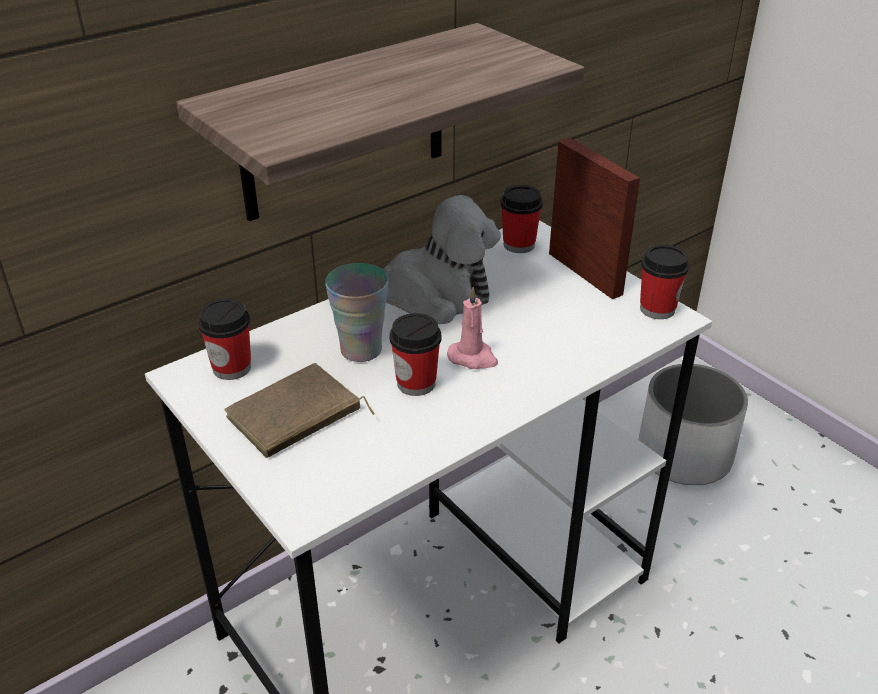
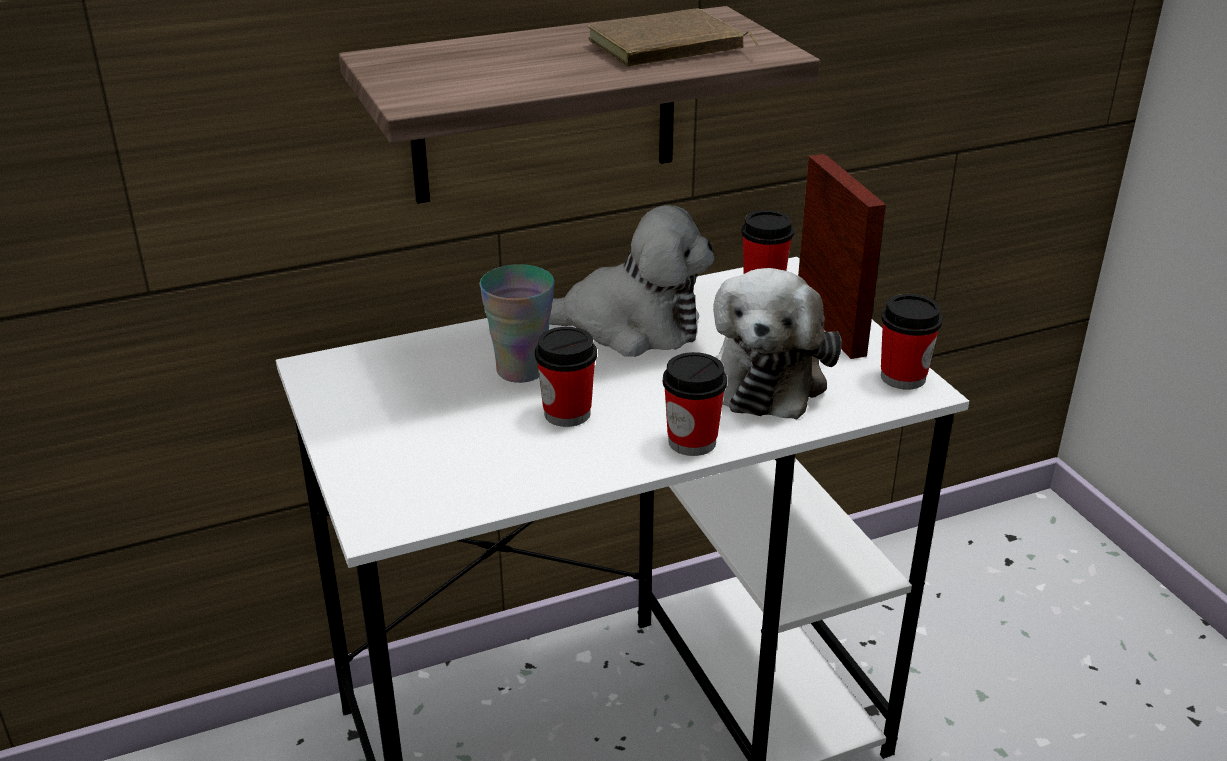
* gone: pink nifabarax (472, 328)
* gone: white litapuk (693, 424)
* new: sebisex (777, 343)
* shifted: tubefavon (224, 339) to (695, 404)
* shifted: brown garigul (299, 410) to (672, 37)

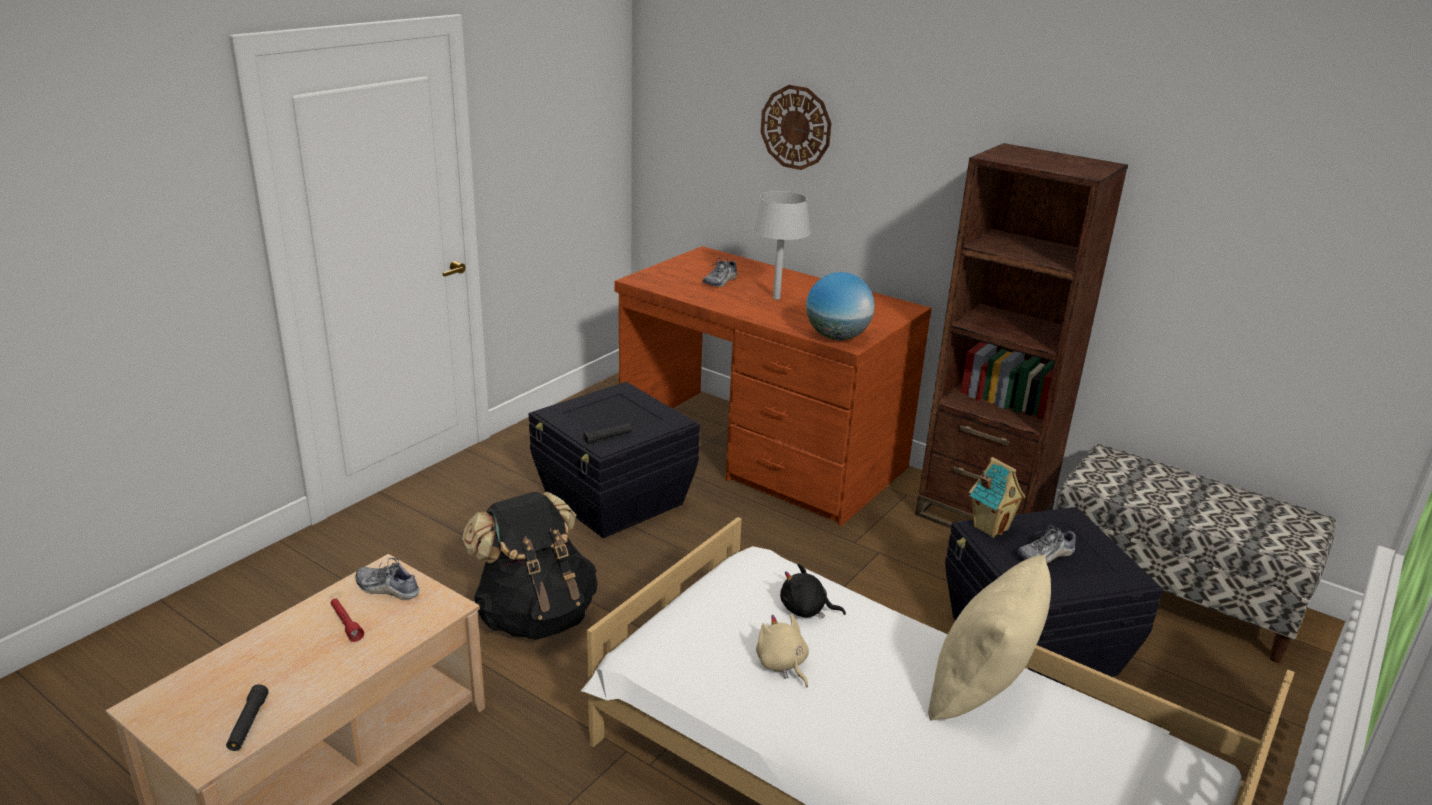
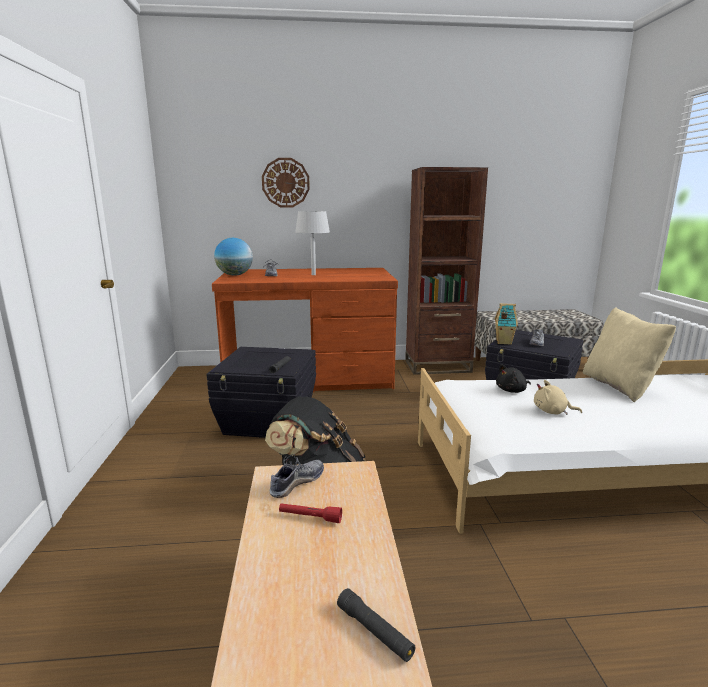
* shifted: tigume (840, 306) to (233, 257)
* rotated: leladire (387, 579) = (297, 476) 150 degrees clockwise

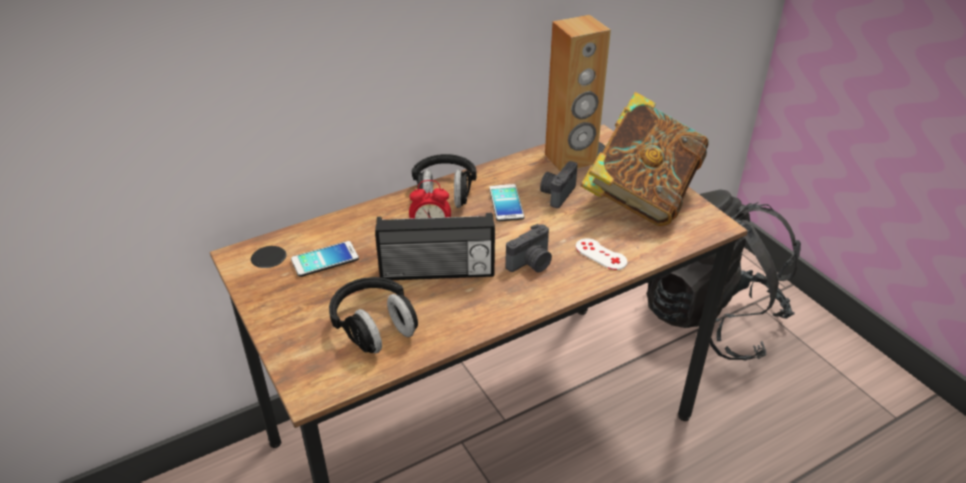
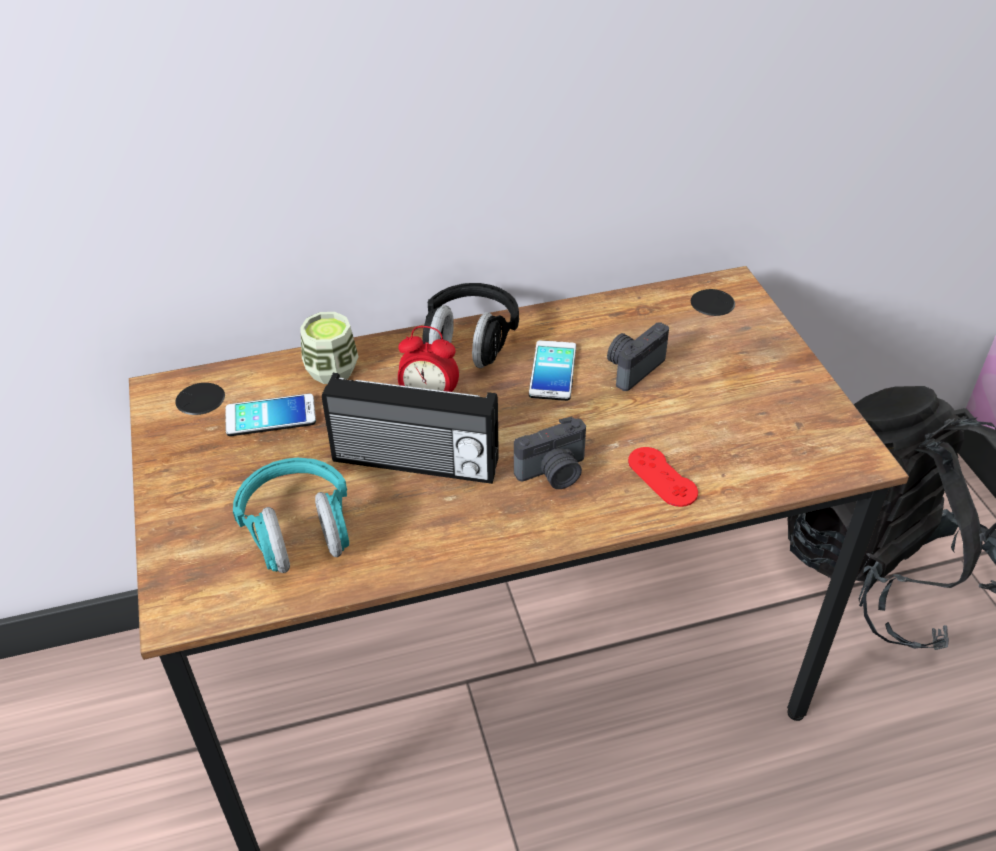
* gone: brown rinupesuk (578, 93)
* gone: garigul (644, 159)
* new: tubefavon (329, 348)
* repainted: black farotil (373, 315) to turquoise farotil (291, 515)
* repainted: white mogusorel (601, 254) to red mogusorel (663, 477)

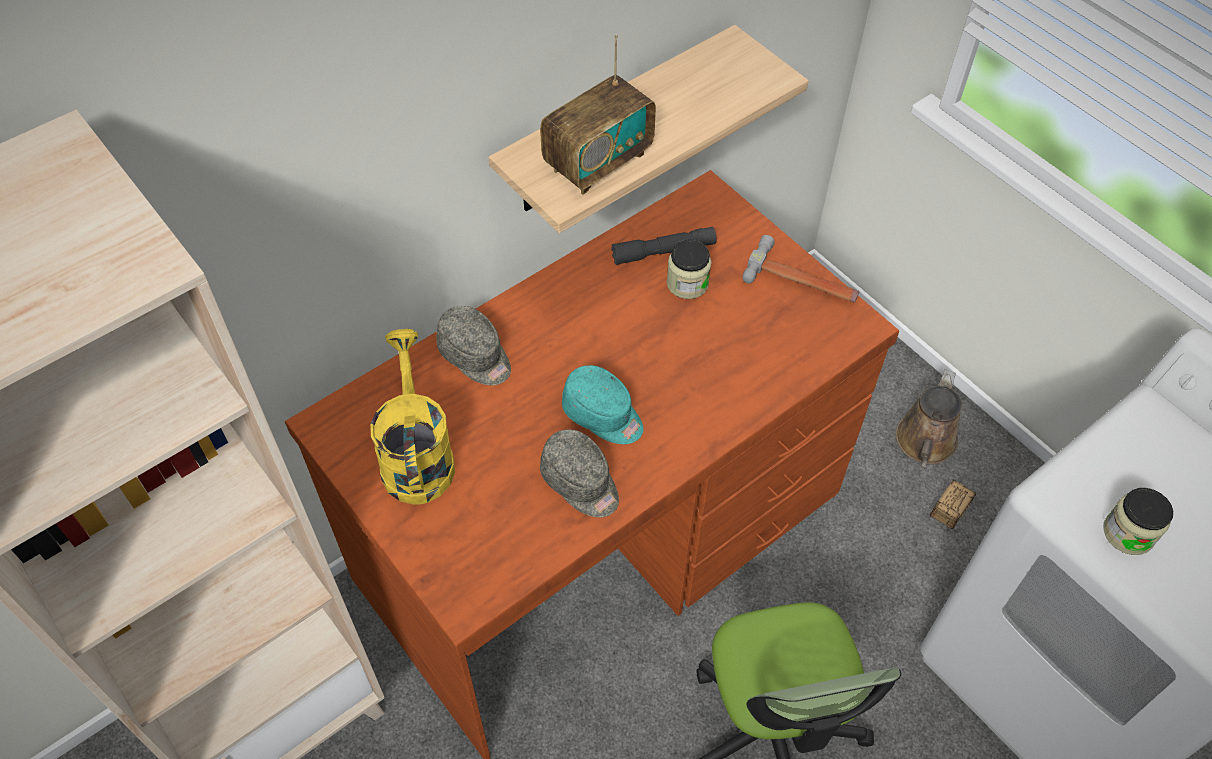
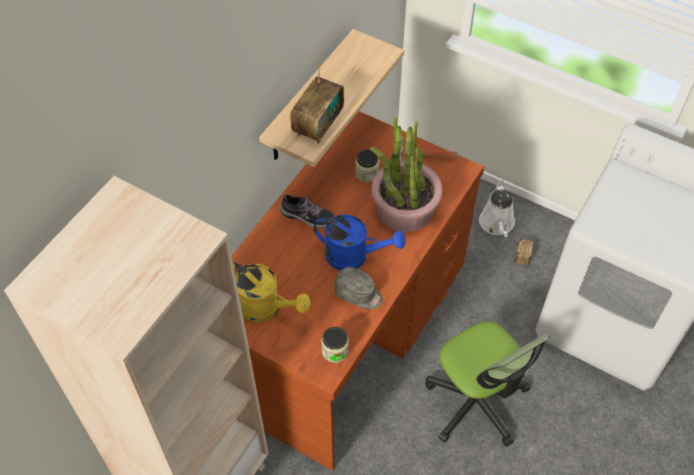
* gone: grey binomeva (473, 345)
* gone: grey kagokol (664, 246)
* new: leladire (308, 210)
* new: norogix (406, 174)
* shifted: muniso (1138, 521) to (335, 345)
* swapped: turquoise binomeva (602, 404) to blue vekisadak (359, 242)
* repainted: brown vekisadak (928, 419) to white vekisadak (497, 208)
* rotated: yellow vekisadak (412, 417) = (272, 292) 150 degrees clockwise

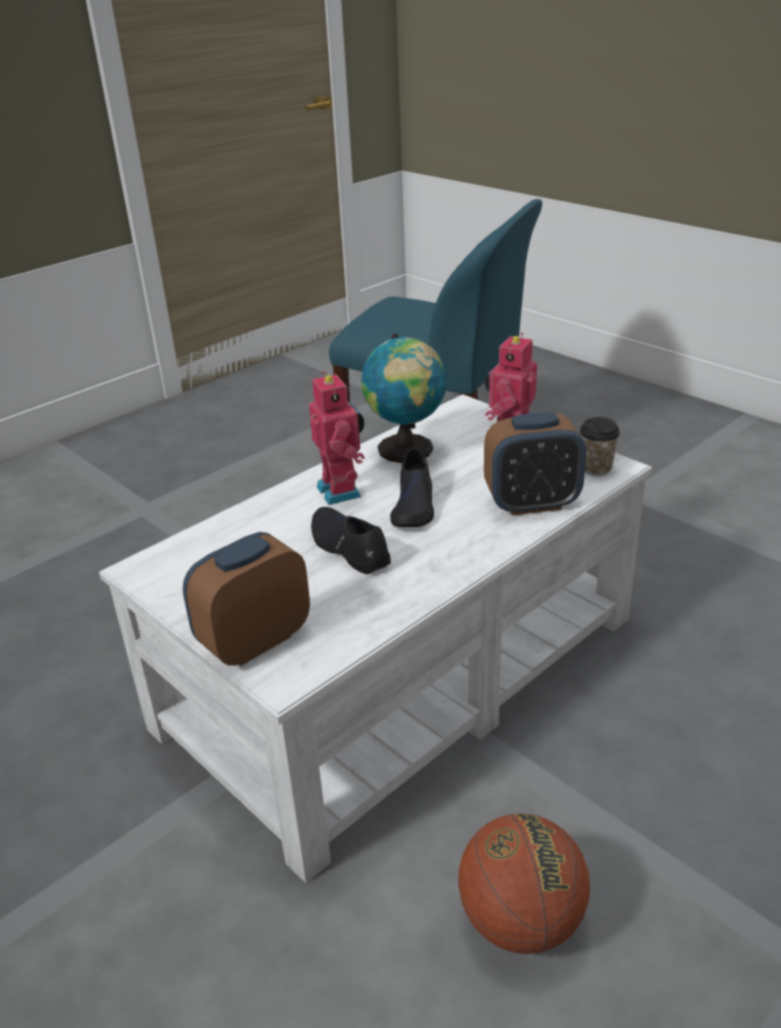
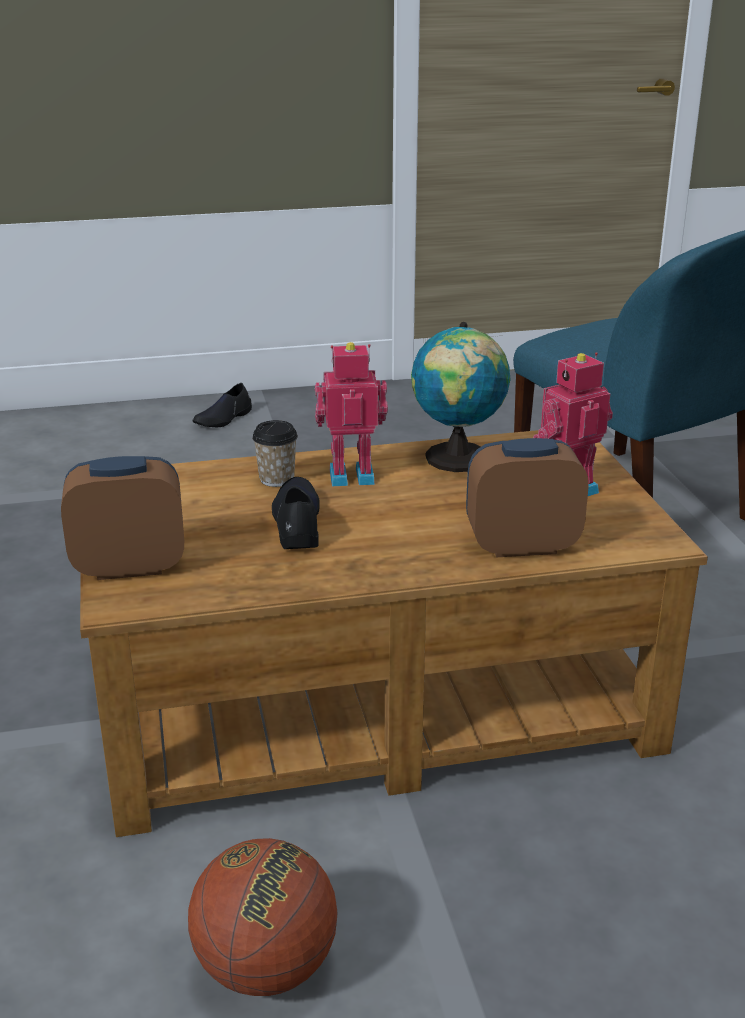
* shifted: black leladire (412, 487) to (222, 405)
* shifted: tubefavon (599, 446) to (275, 453)
* repainted: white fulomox (375, 638) to brown fulomox (394, 633)
* rotated: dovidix (337, 438) = (351, 414) 105 degrees counterclockwise
* rotated: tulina (535, 463) = (527, 497) 150 degrees clockwise

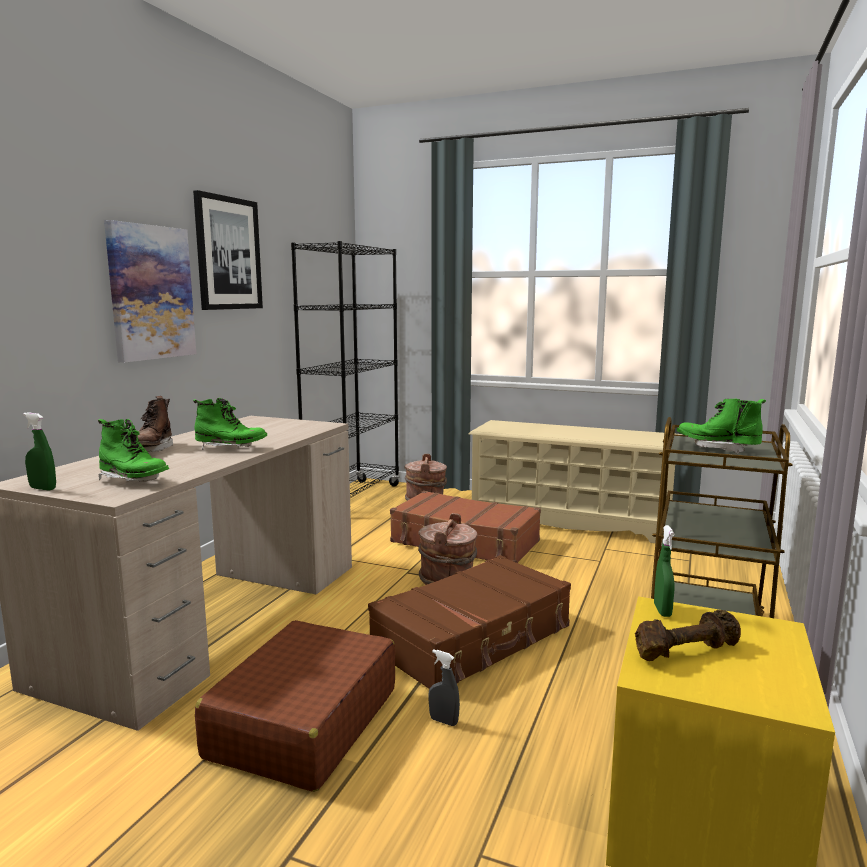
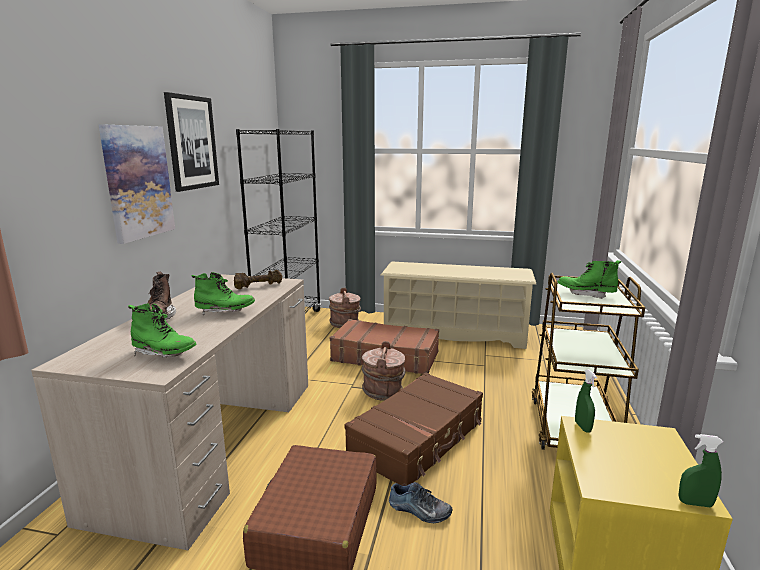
* shifted: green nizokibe (39, 451) to (701, 471)
* shifted: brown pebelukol (688, 635) to (258, 279)
* swapped: grey nizokibe (444, 687) to leladire (421, 502)

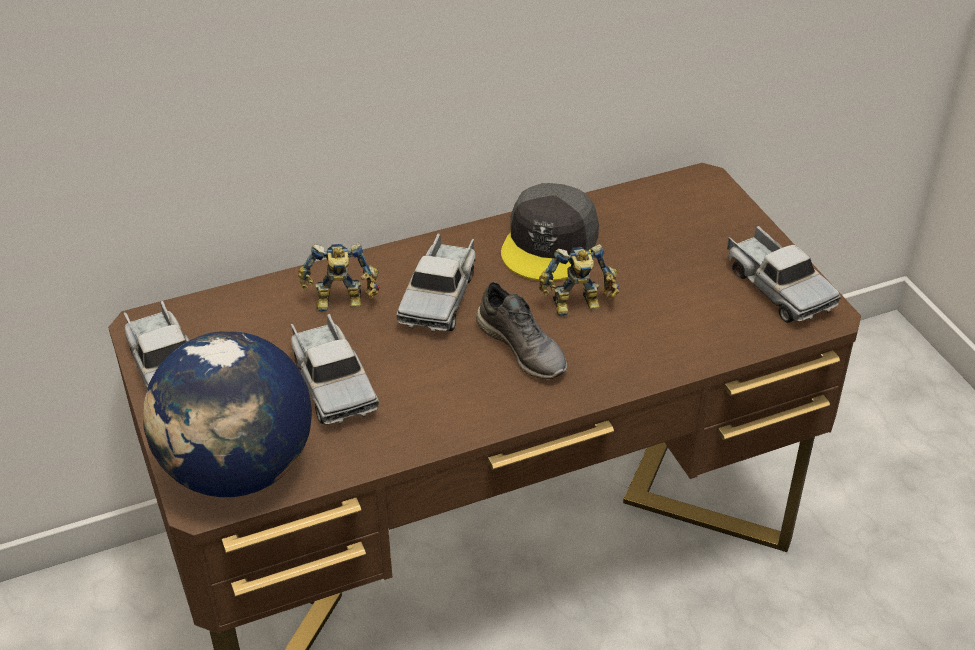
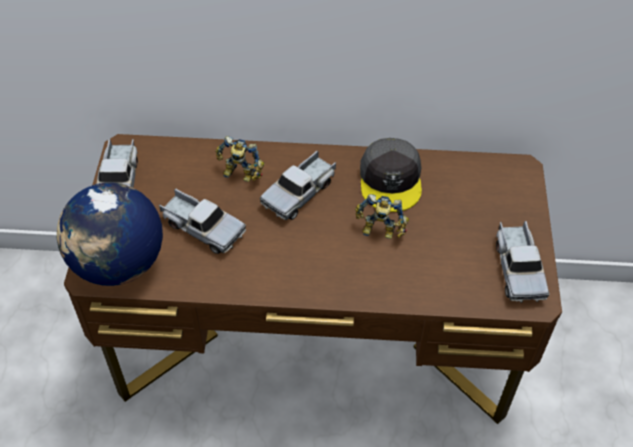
* gone: grey leladire (521, 330)
* rotated: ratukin (335, 369) = (202, 221) 60 degrees counterclockwise
* rotated: grey binomeva (550, 232) = (391, 175) 45 degrees counterclockwise

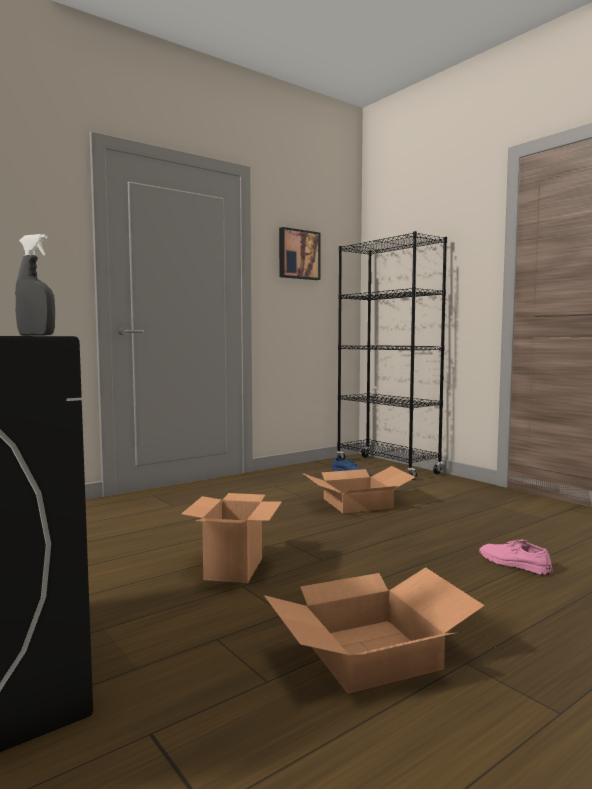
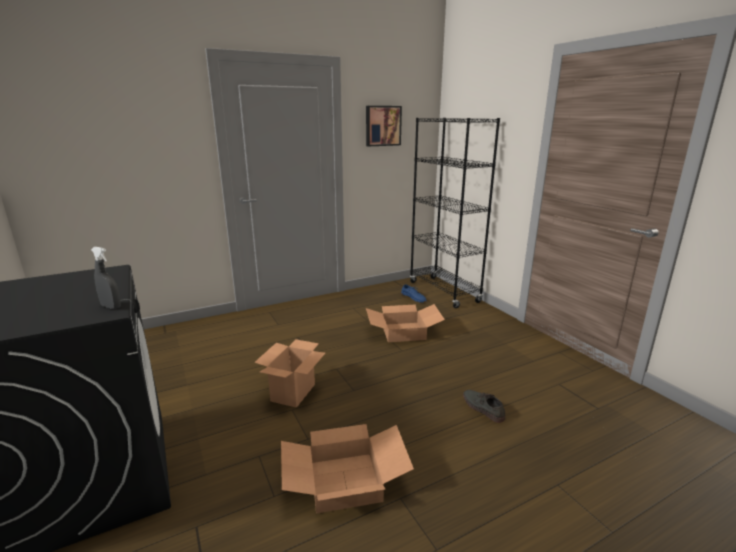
* repainted: pink leladire (516, 557) to grey leladire (484, 406)

